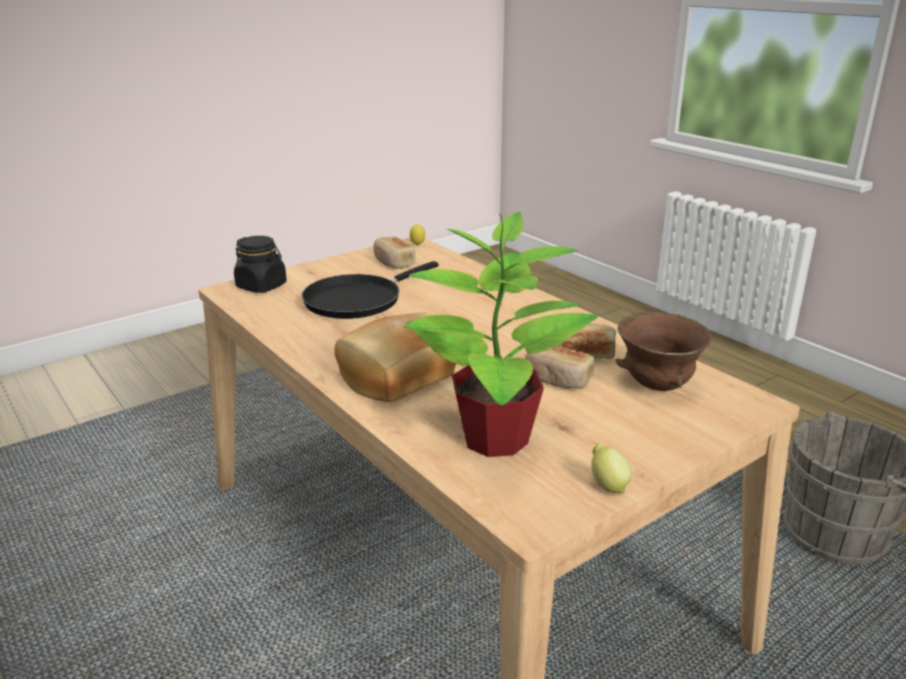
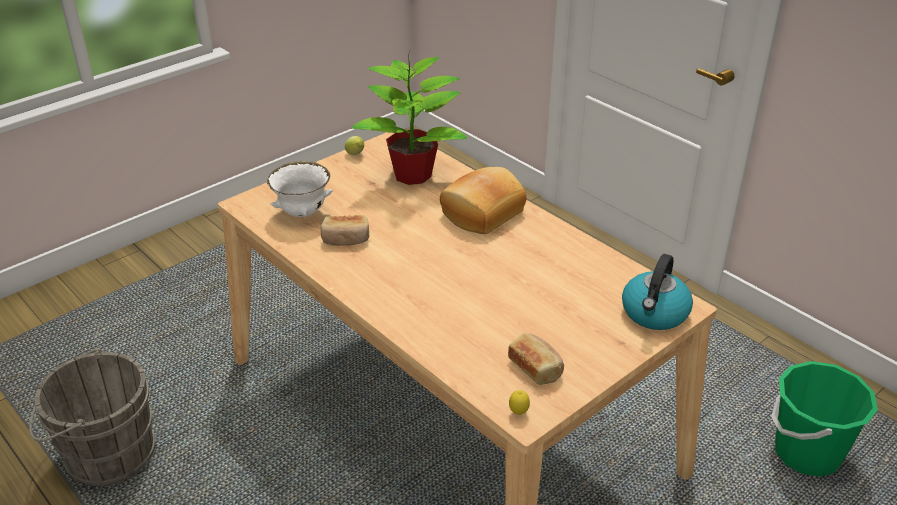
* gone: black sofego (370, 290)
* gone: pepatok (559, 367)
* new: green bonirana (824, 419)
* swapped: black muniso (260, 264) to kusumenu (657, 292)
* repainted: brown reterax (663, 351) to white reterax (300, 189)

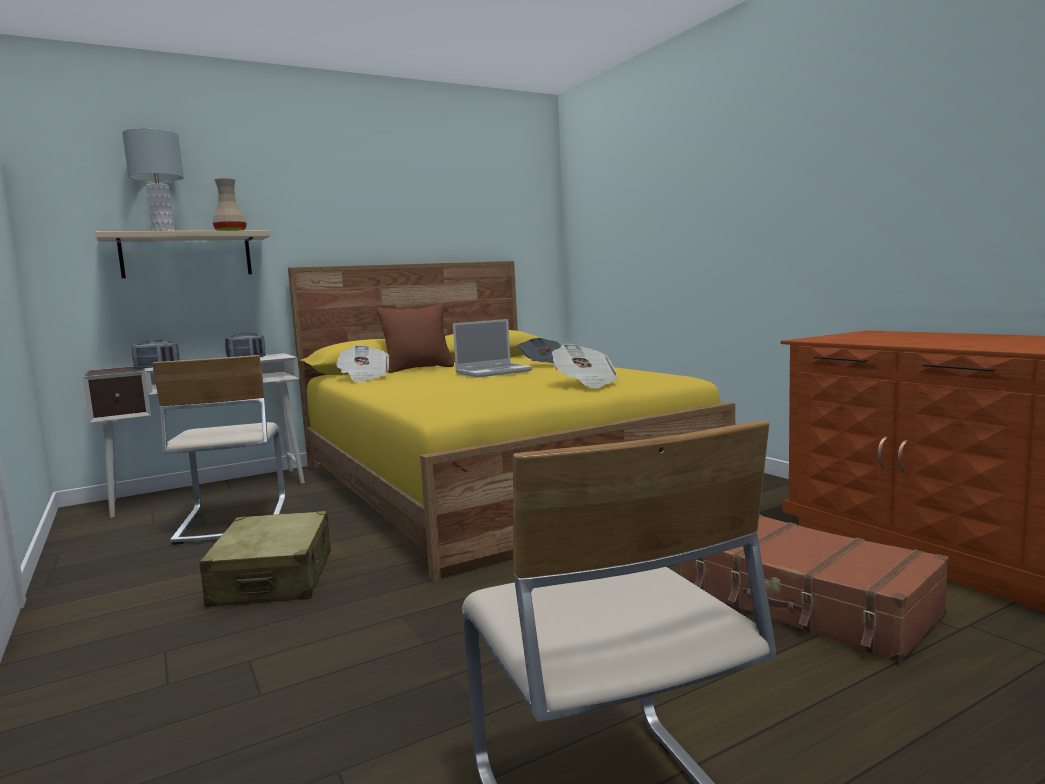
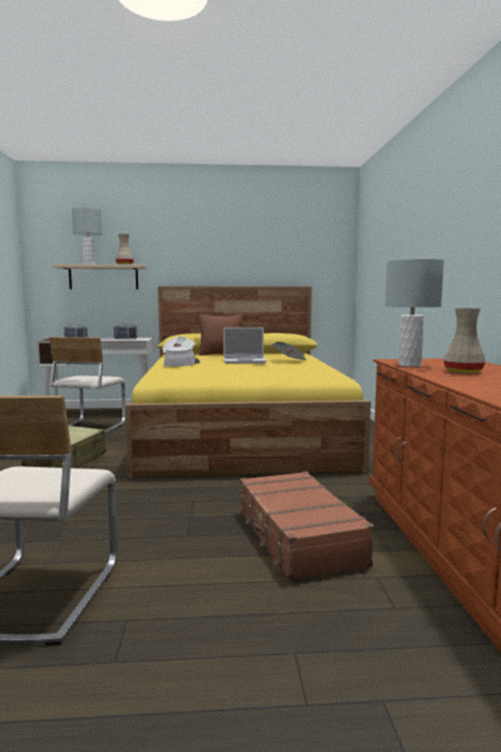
* gone: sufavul (585, 366)
* new: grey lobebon (182, 357)
* new: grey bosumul (414, 313)
* new: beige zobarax (465, 340)

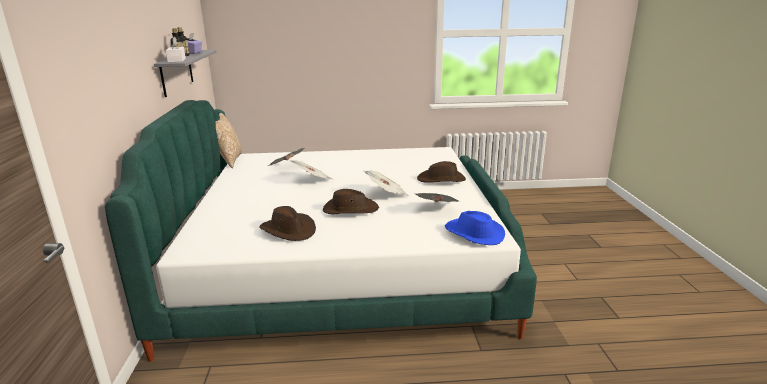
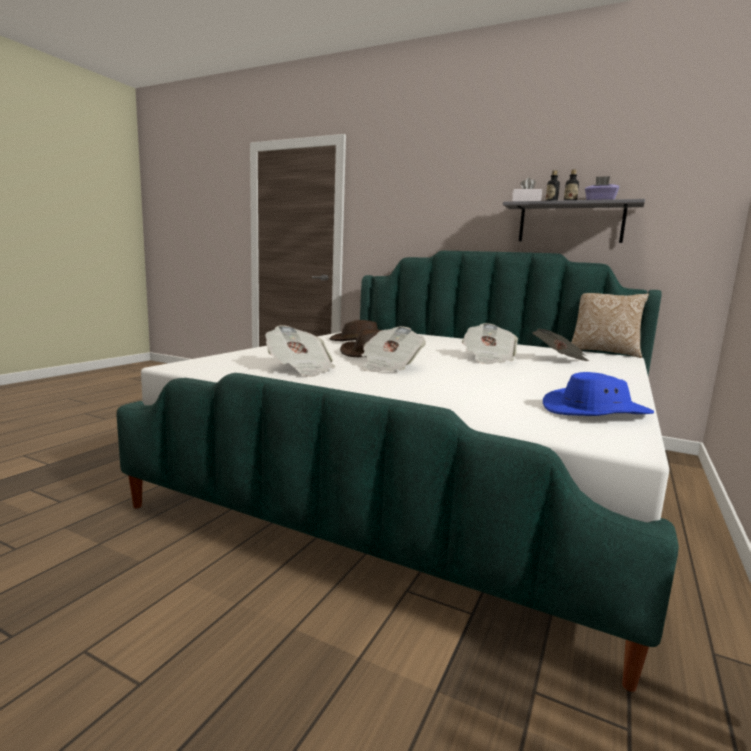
* gone: brown lobebon (441, 172)
* shifted: blue lobebon (475, 228) to (598, 394)

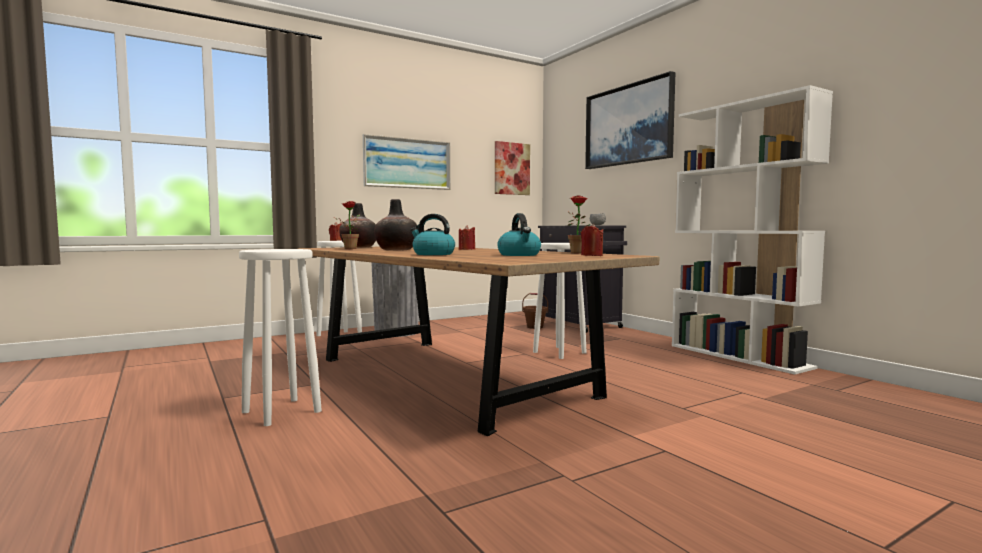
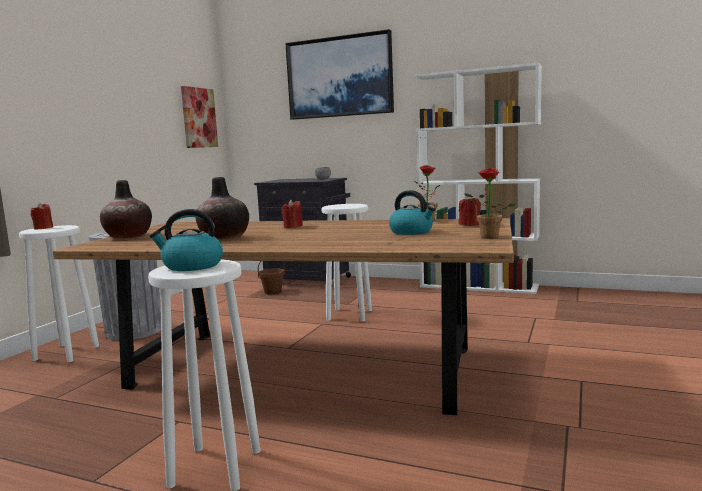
* gone: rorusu (406, 162)
* shifted: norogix (346, 225) to (490, 203)
* shifted: kusumenu (432, 234) to (186, 240)

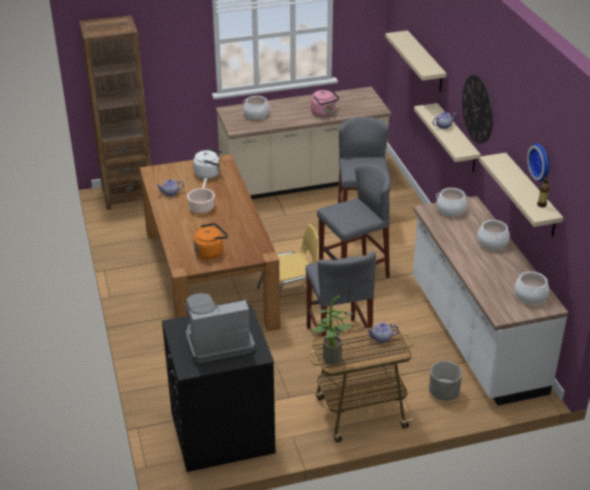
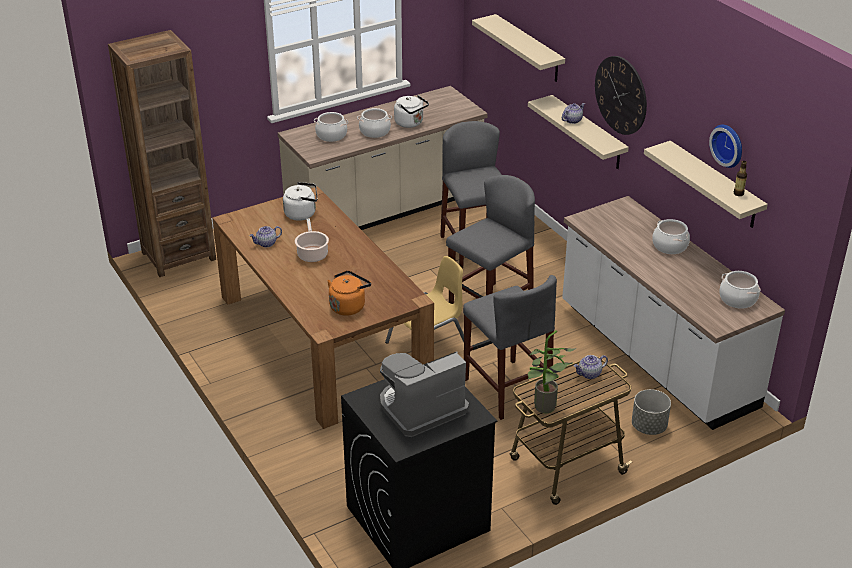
* shifted: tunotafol (452, 202) to (374, 123)
* repainted: pink kusumenu (325, 103) to white kusumenu (411, 111)

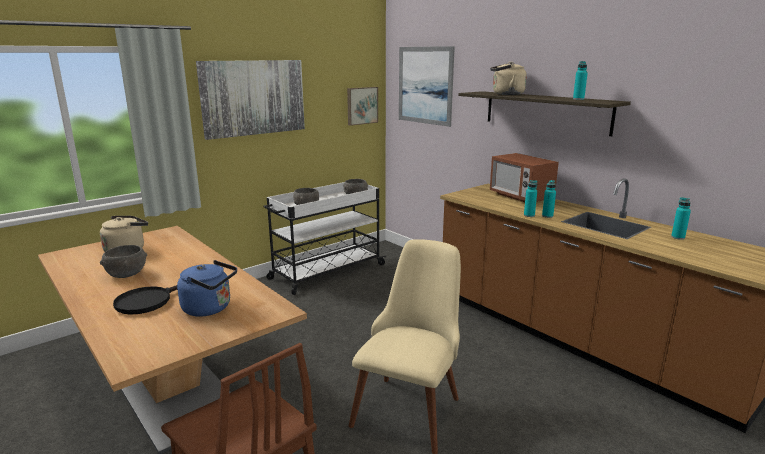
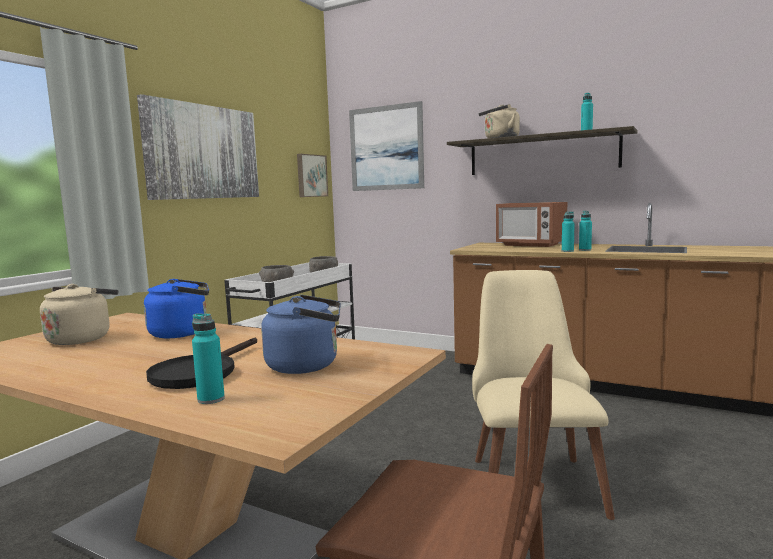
* gone: grey reterax (123, 261)
* new: blue kusumenu (176, 308)
* shifted: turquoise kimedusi (681, 218) to (208, 358)

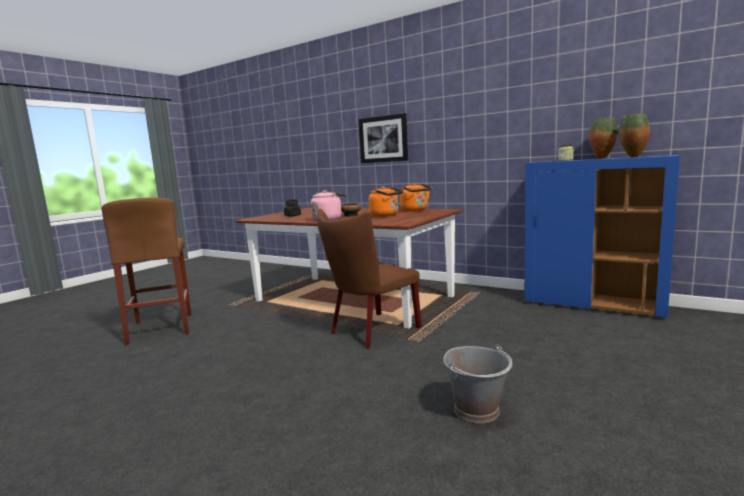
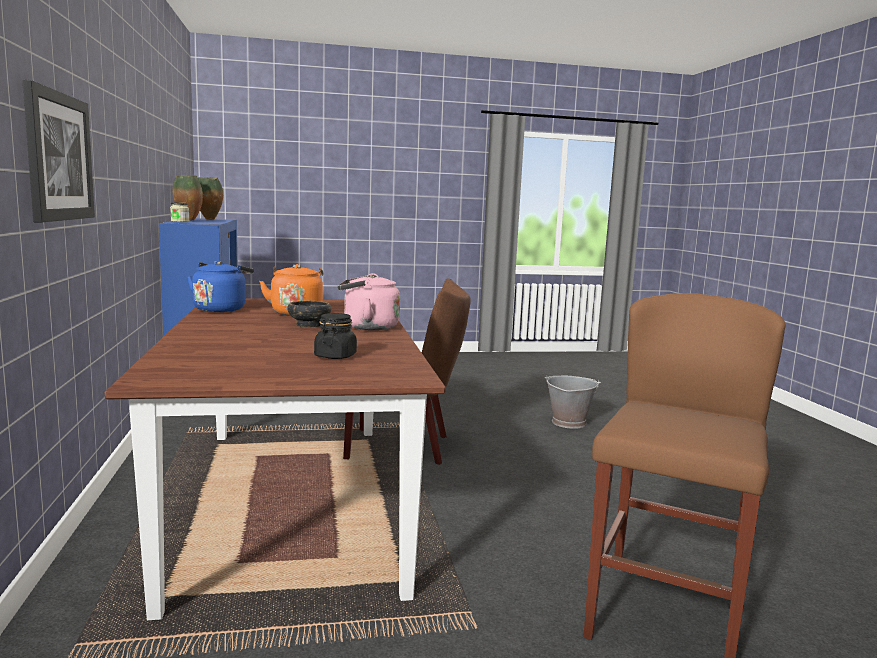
* shifted: grey bonirana (477, 384) to (572, 402)
* repainted: orange kusumenu (416, 197) to blue kusumenu (220, 286)

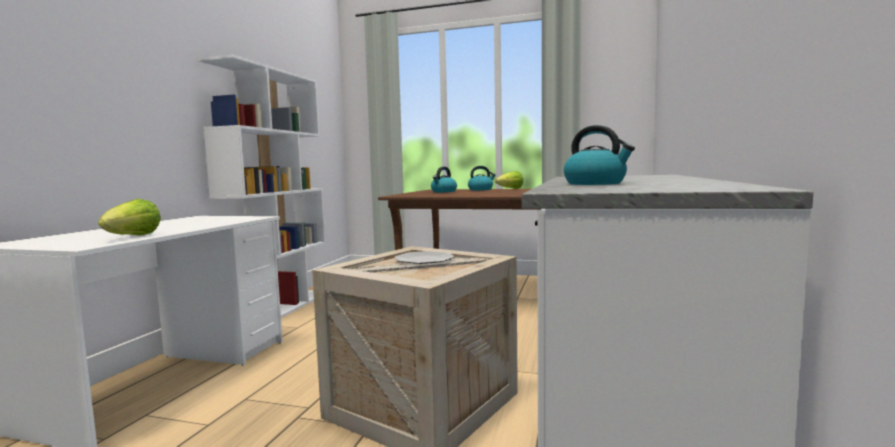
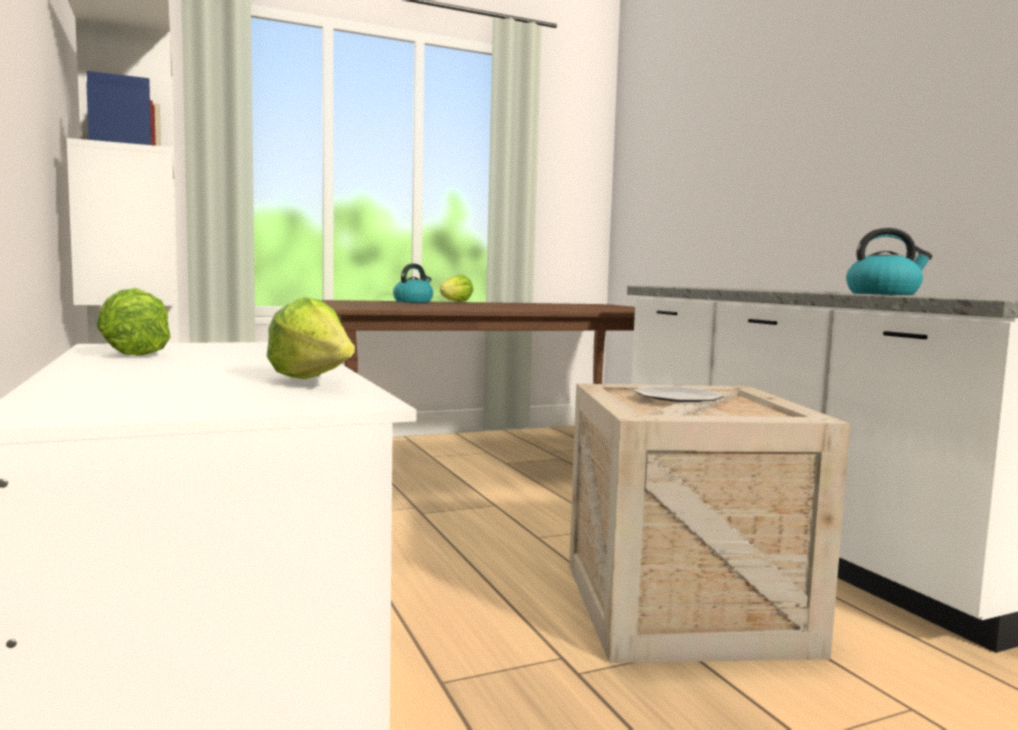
* gone: kusumenu (444, 179)
* new: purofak (133, 322)

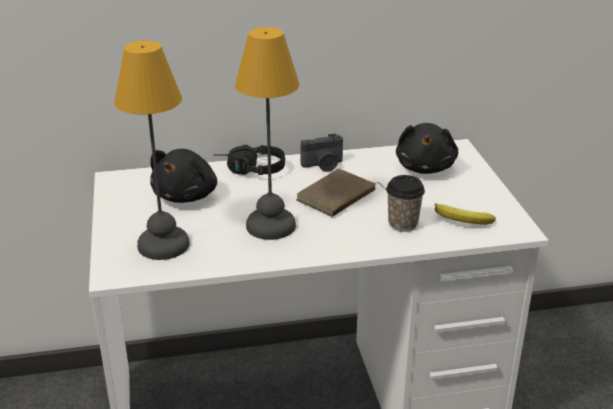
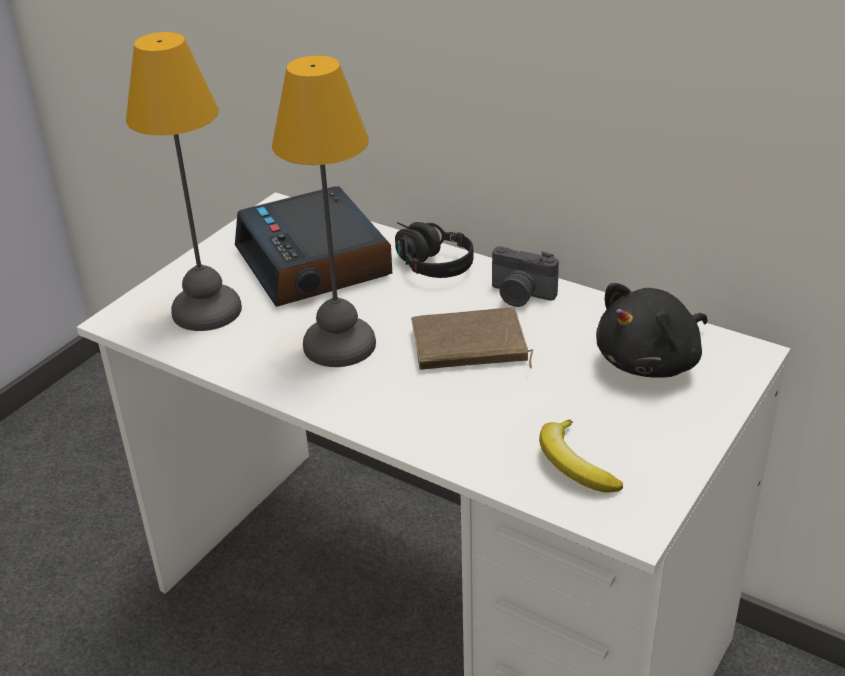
* gone: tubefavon (405, 203)
* swapped: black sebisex (183, 176) to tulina (313, 246)

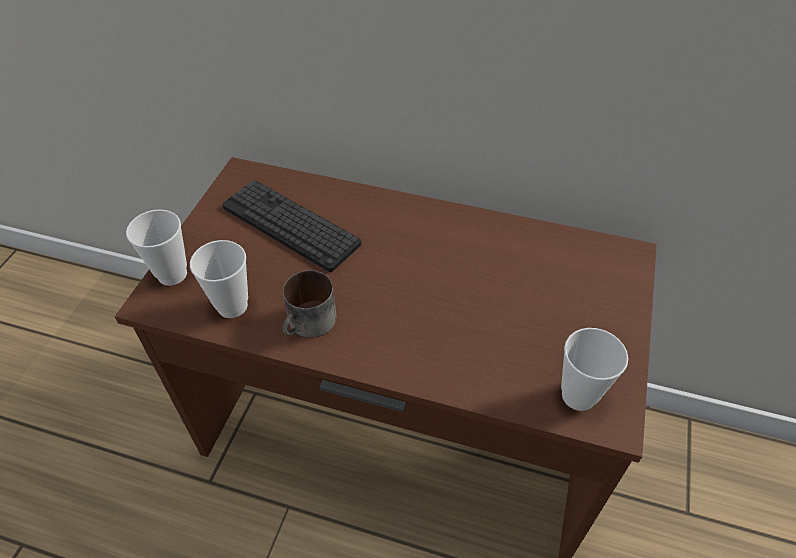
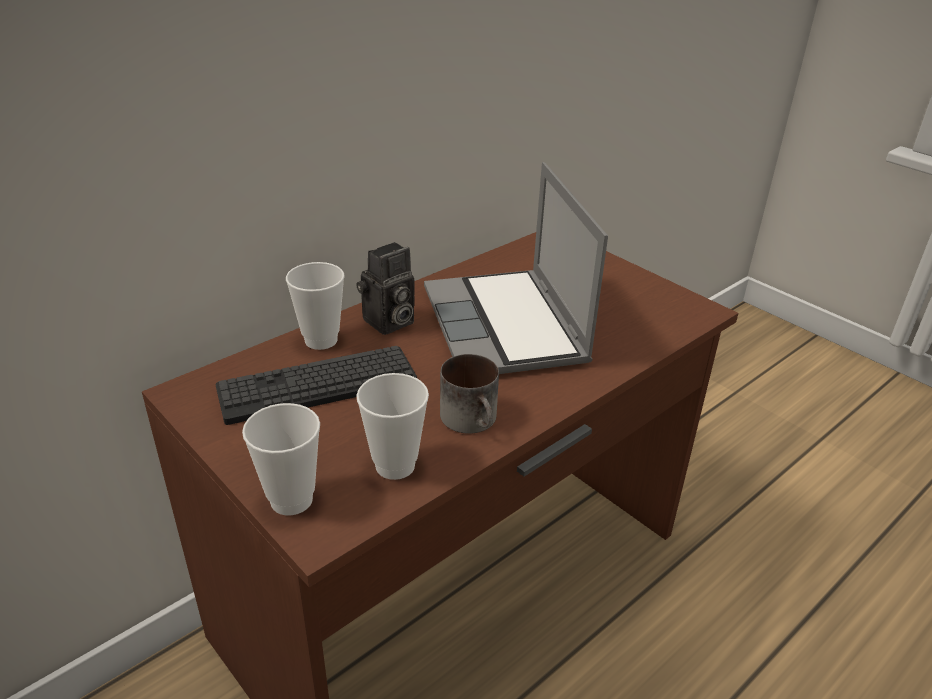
* new: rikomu (385, 288)
* new: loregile (516, 268)
* shifted: tubefavon (594, 369) to (315, 306)

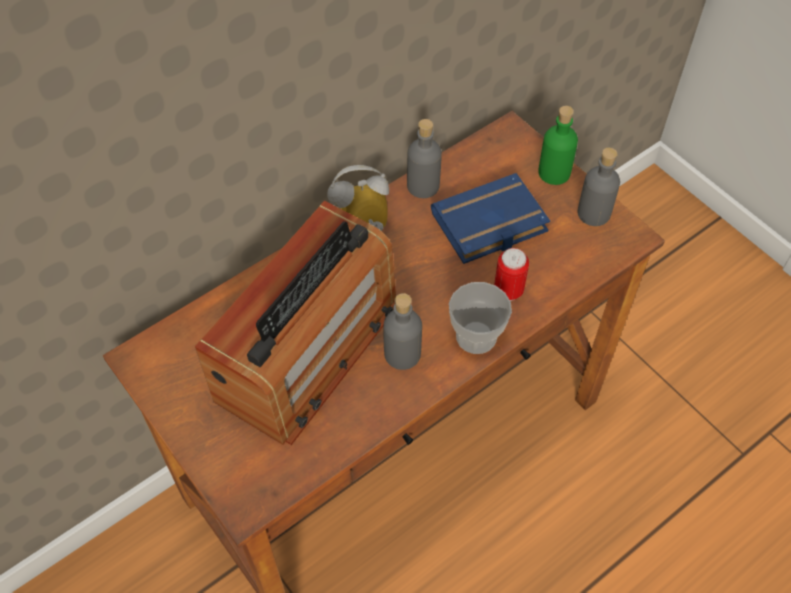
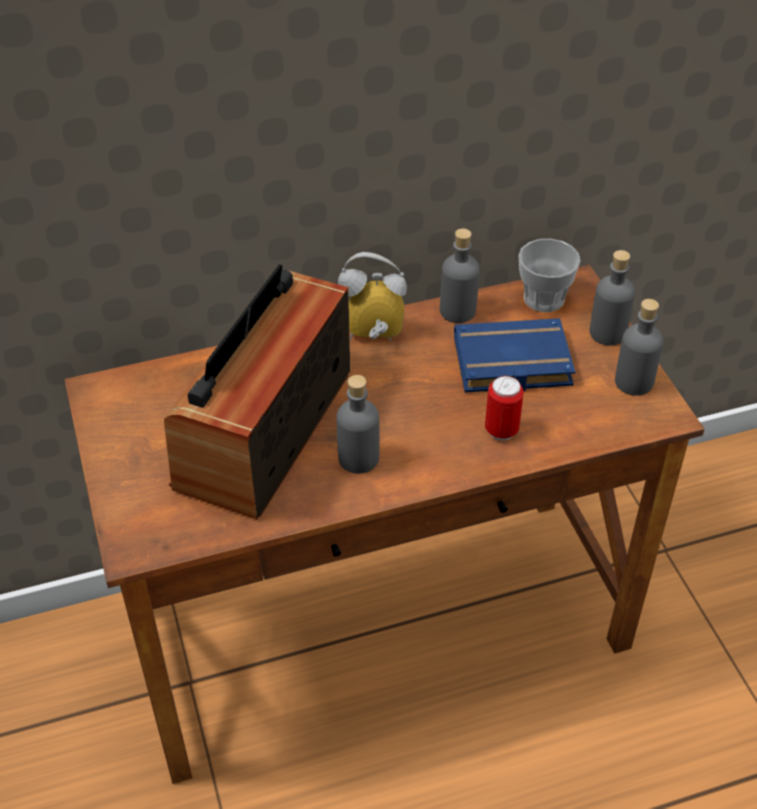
* shifted: tubefavon (480, 318) to (549, 275)
* repainted: green kimedusi (558, 145) to grey kimedusi (612, 298)
* rotated: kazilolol (295, 323) = (257, 391) 150 degrees clockwise

